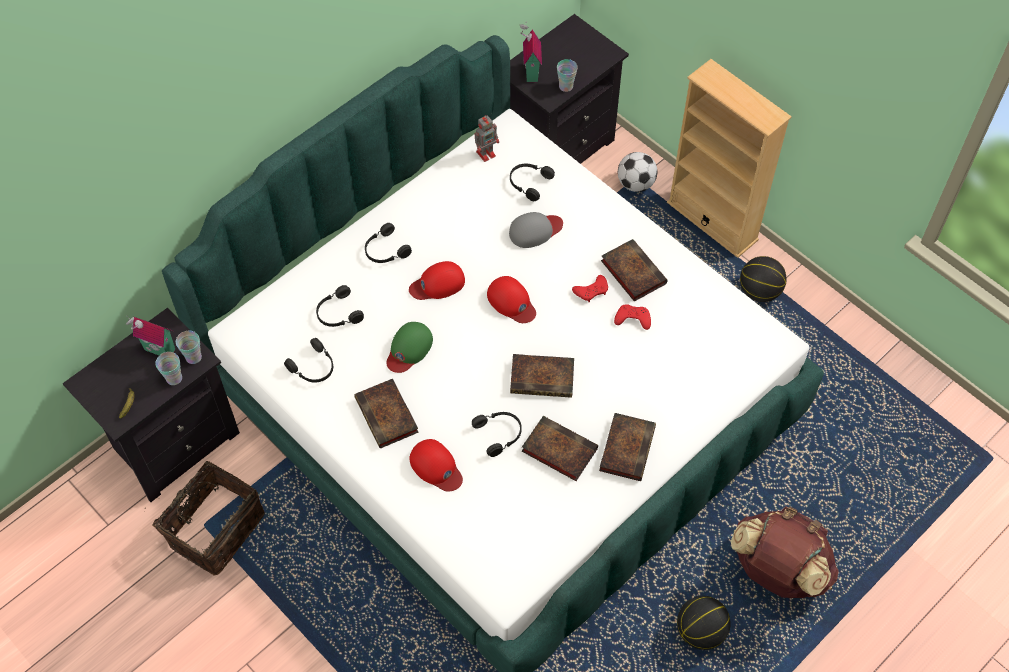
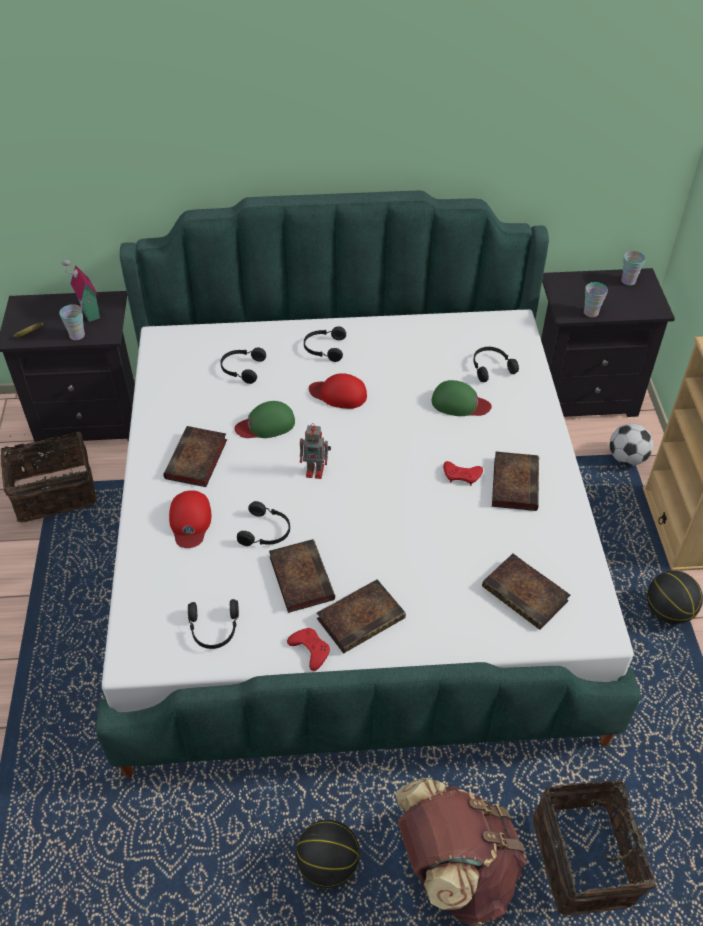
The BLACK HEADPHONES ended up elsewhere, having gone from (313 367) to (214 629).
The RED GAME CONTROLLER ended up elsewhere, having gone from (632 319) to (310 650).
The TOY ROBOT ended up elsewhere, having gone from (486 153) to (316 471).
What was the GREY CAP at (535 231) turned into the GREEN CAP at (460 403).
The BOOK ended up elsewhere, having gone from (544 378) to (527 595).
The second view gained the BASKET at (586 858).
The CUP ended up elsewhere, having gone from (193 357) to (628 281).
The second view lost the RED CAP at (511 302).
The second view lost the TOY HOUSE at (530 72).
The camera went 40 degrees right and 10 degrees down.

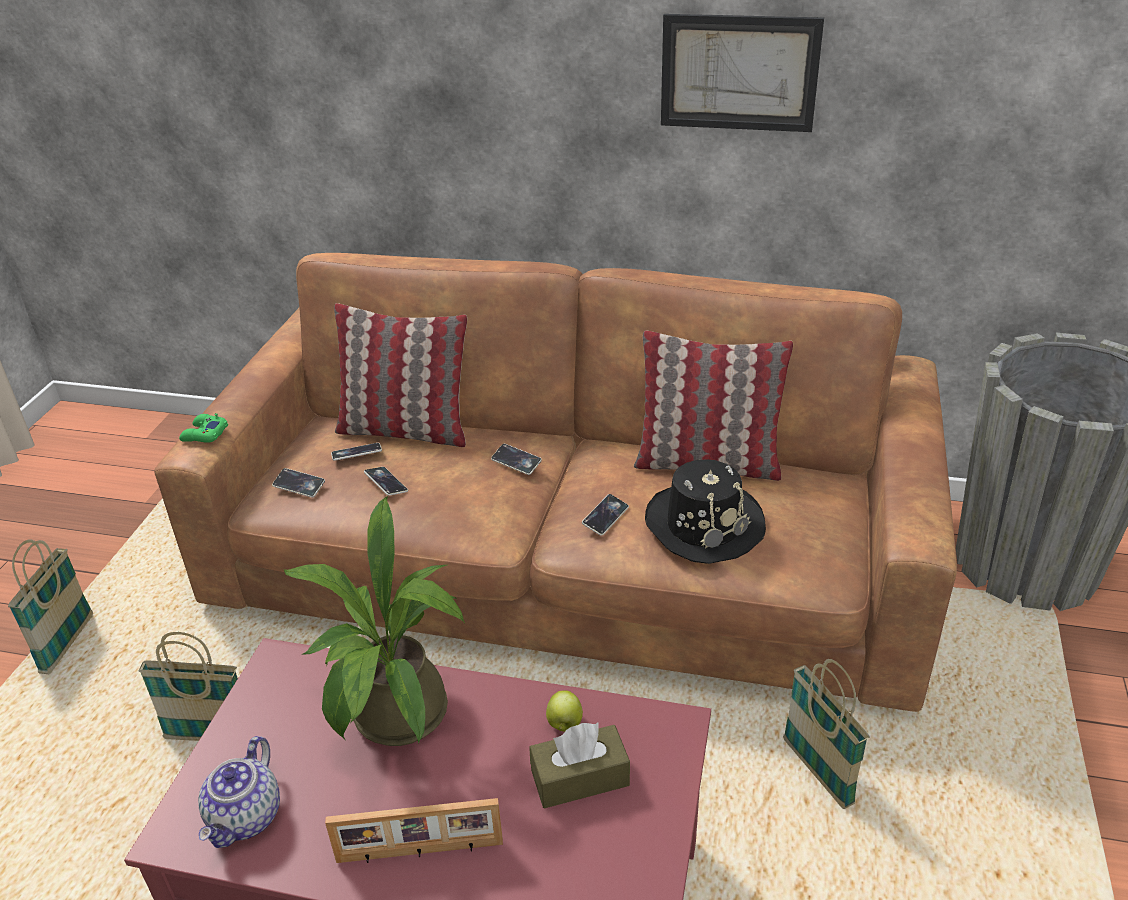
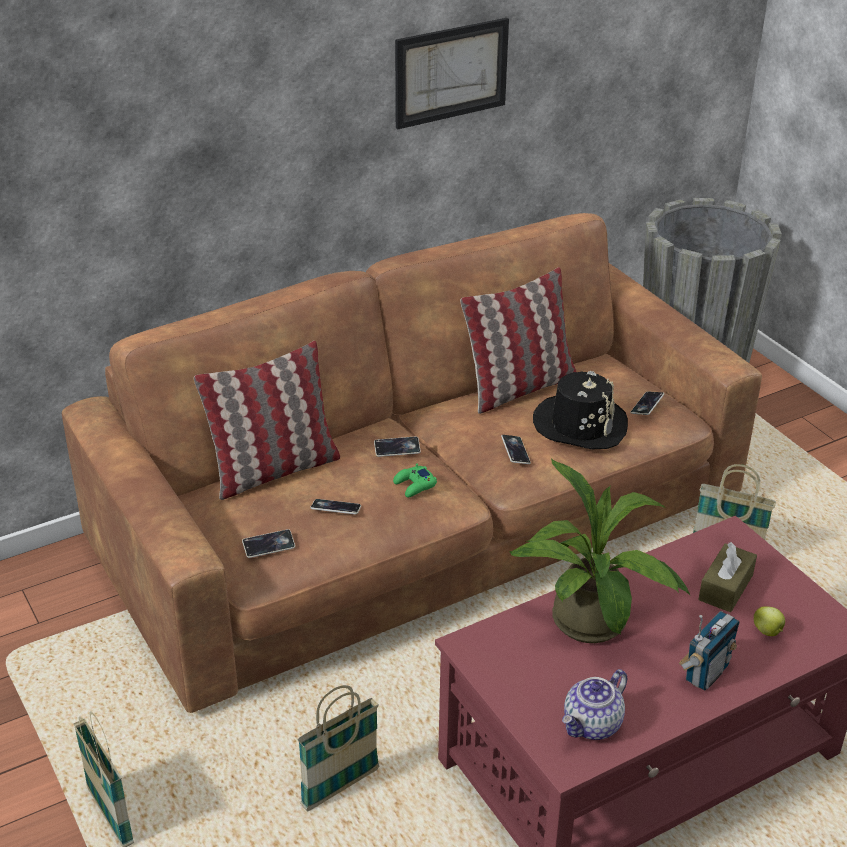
The GREEN GAME CONTROLLER ended up elsewhere, having gone from (204 434) to (414 485).
The TEAPOT at (246 817) ended up facing another way, 75 degrees clockwise from before.
The PHONE ended up elsewhere, having gone from (357 454) to (647 405).
Where the PICTURE FRAME stood at (420 853), the RADIO came to stand at (705 673).
The APPLE ended up elsewhere, having gone from (564 724) to (768 632).
The camera went 45 degrees left and 0 degrees up.

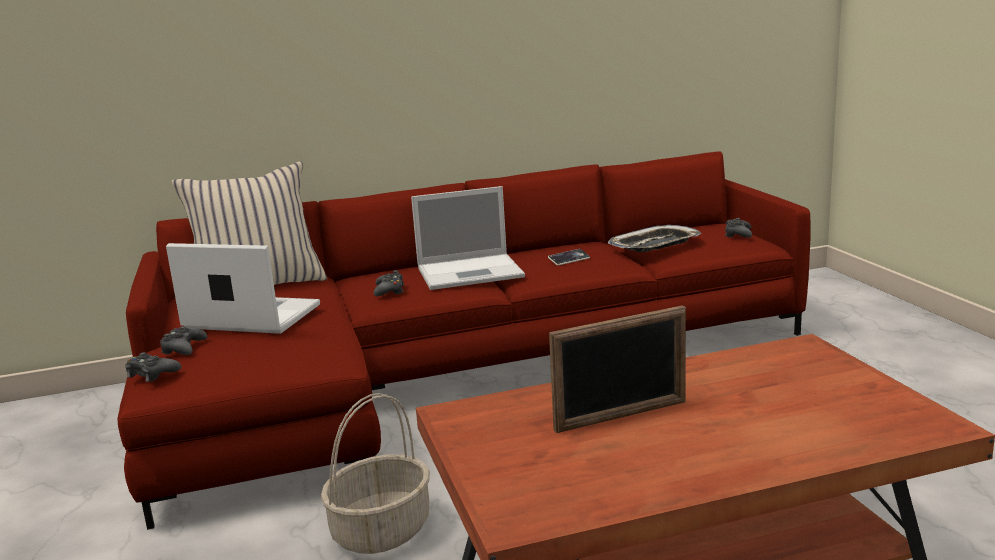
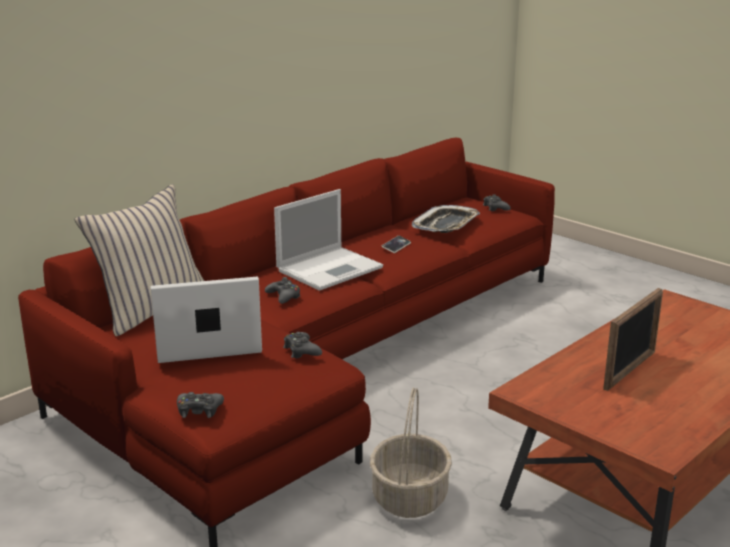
The BLACK GAME CONTROLLER ended up elsewhere, having gone from (183 348) to (301 351).
The camera went 30 degrees left and 5 degrees up.

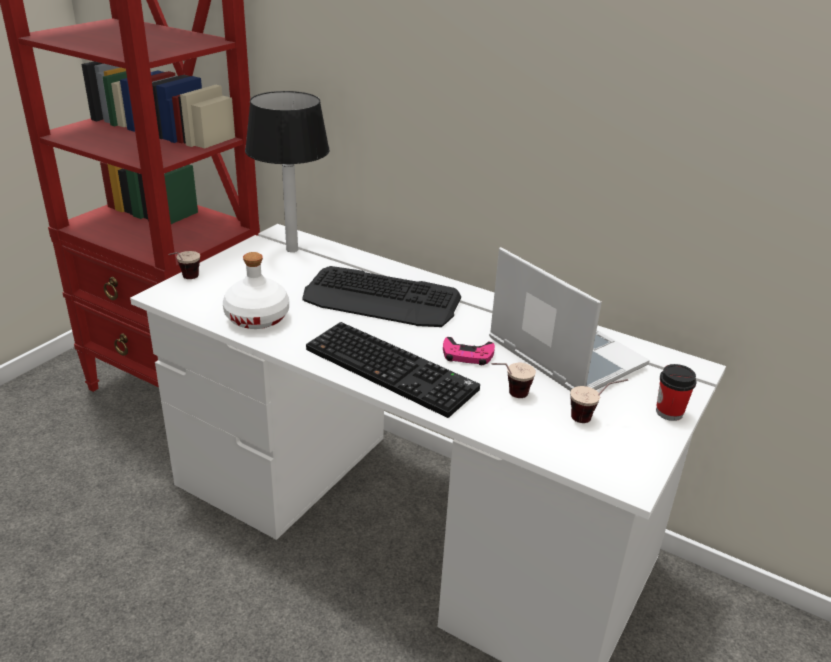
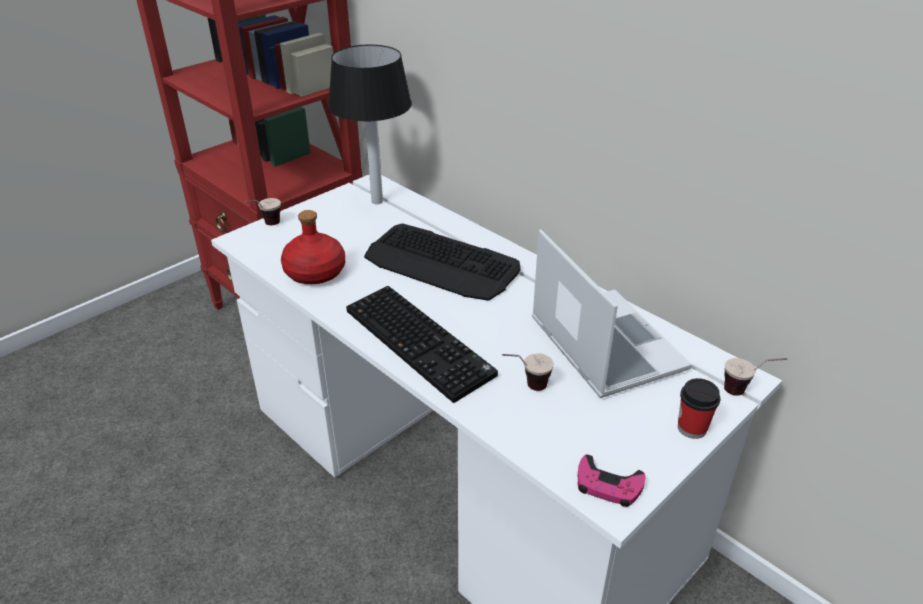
What was the WHITE BOTTLE at (257 317) turned into the RED BOTTLE at (315 272).
The PINK GAME CONTROLLER ended up elsewhere, having gone from (467 355) to (608 485).
The CUP ended up elsewhere, having gone from (592 418) to (746 391).
The camera went 15 degrees right and 5 degrees up.

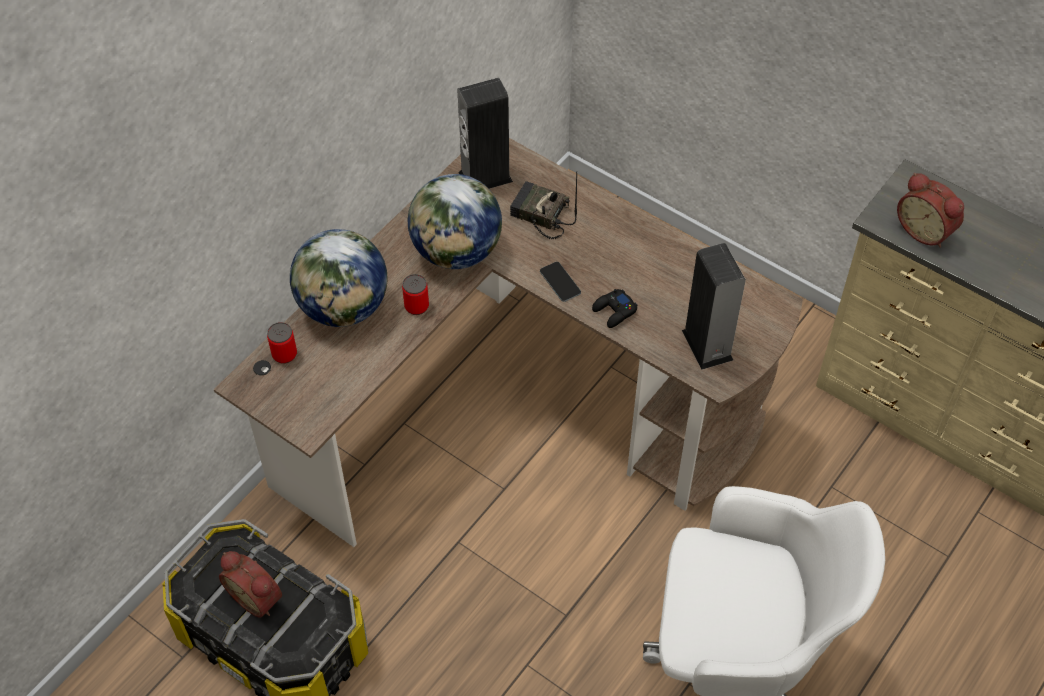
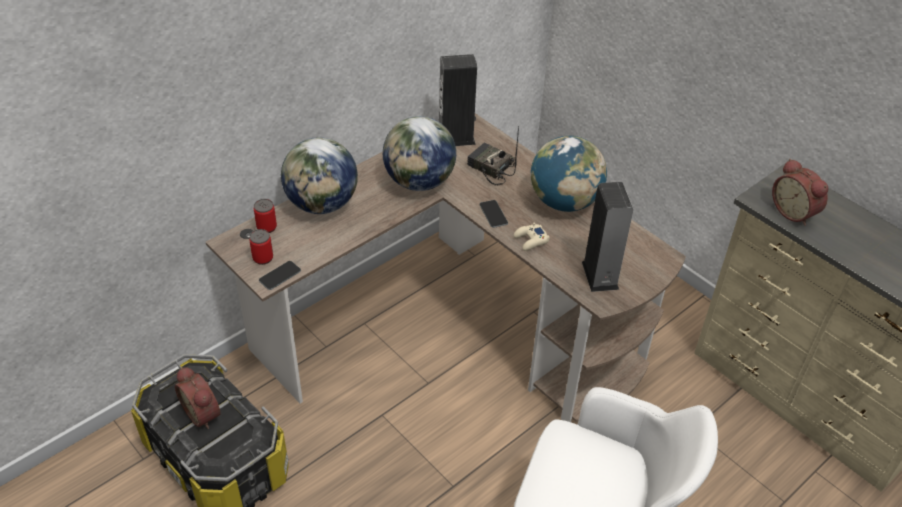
The CAN ended up elsewhere, having gone from (416 306) to (263 258).
The second view gained the PHONE at (280 275).
What was the BLACK GAME CONTROLLER at (614 311) turned into the BEIGE GAME CONTROLLER at (531 240).
The second view gained the GLOBE at (564 202).
The camera went 10 degrees right and 10 degrees down.

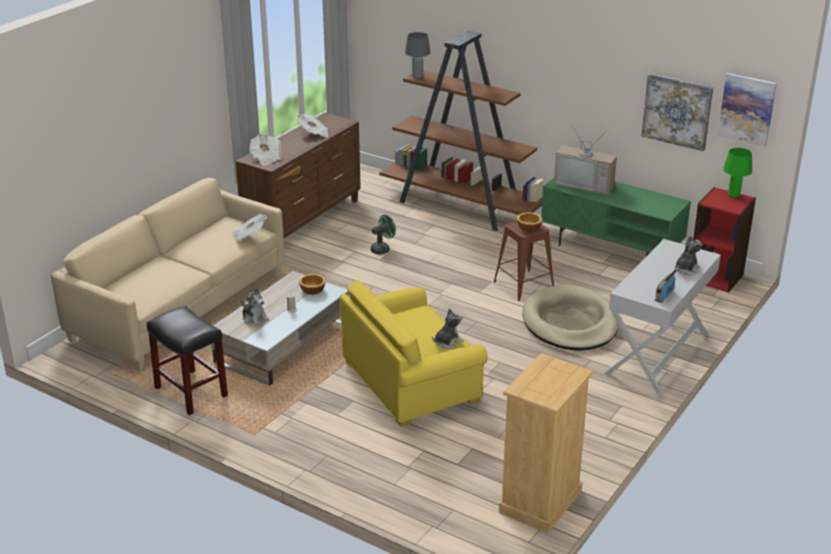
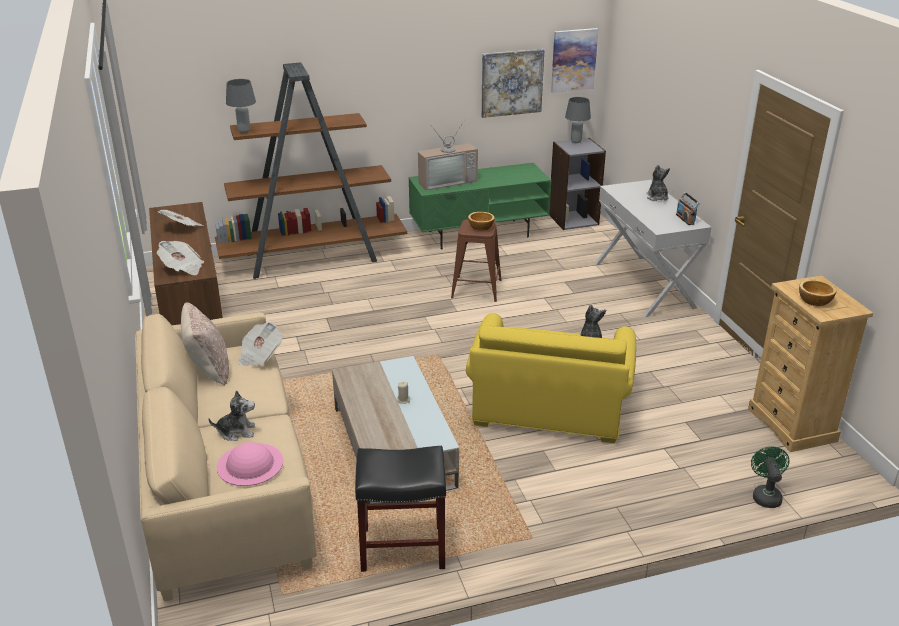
The second view gained the BEIGE PILLOW at (208 370).
The PLUSH TOY ended up elsewhere, having gone from (254 318) to (236 432).
The second view gained the PINK HAT at (250 464).
What was the RED BOOKCASE at (716 277) turned into the GREY BOOKCASE at (573 219).
What was the GREEN TABLE LAMP at (733 195) turned into the GREY TABLE LAMP at (576 142).
The GREEN FAN ended up elsewhere, having gone from (382 249) to (765 495).
The BOWL ended up elsewhere, having gone from (312 290) to (814 301).
The second view lost the BEIGE DOG BED at (570 323).
The camera went 50 degrees left and 0 degrees up.

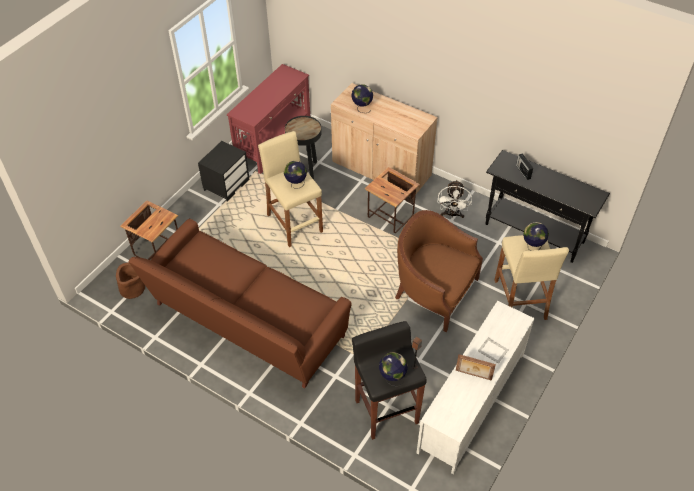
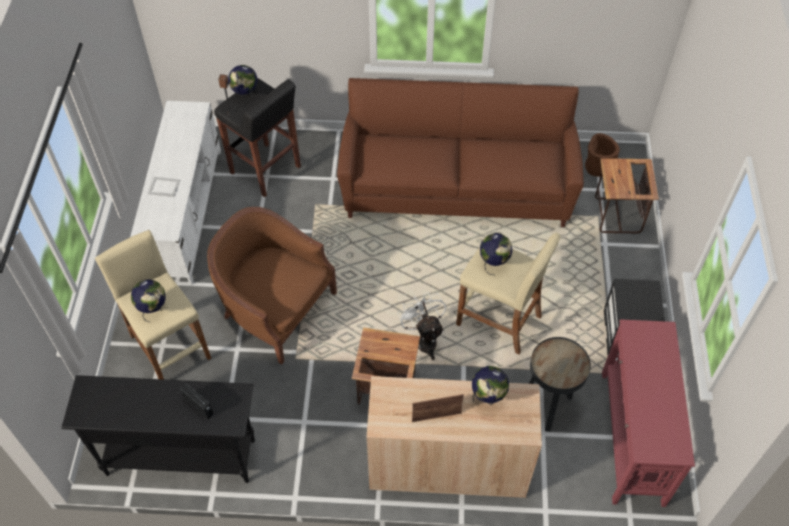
The BROWN ARMCHAIR at (434 292) ended up facing another way, 150 degrees counterclockwise from before.
The WHITE FAN ended up elsewhere, having gone from (452 214) to (424 339).
The PICTURE FRAME ended up elsewhere, having gone from (473 375) to (436 416).
The camera went 150 degrees right and 5 degrees up.

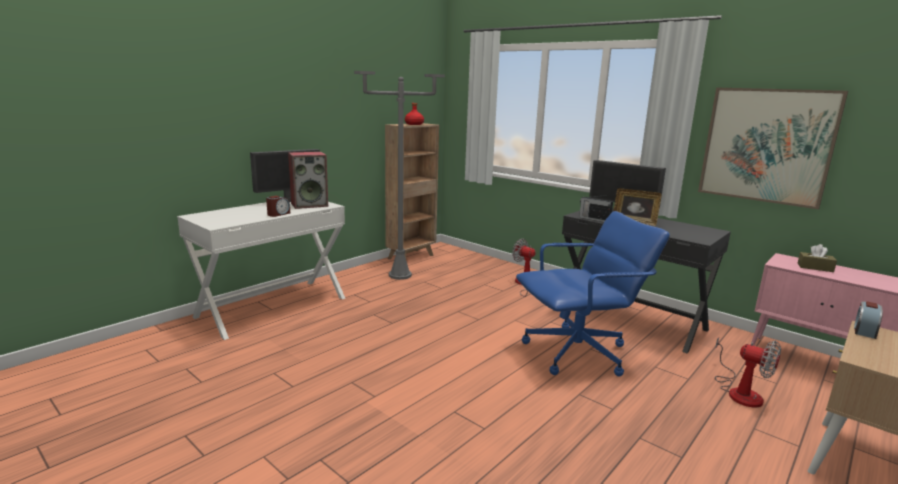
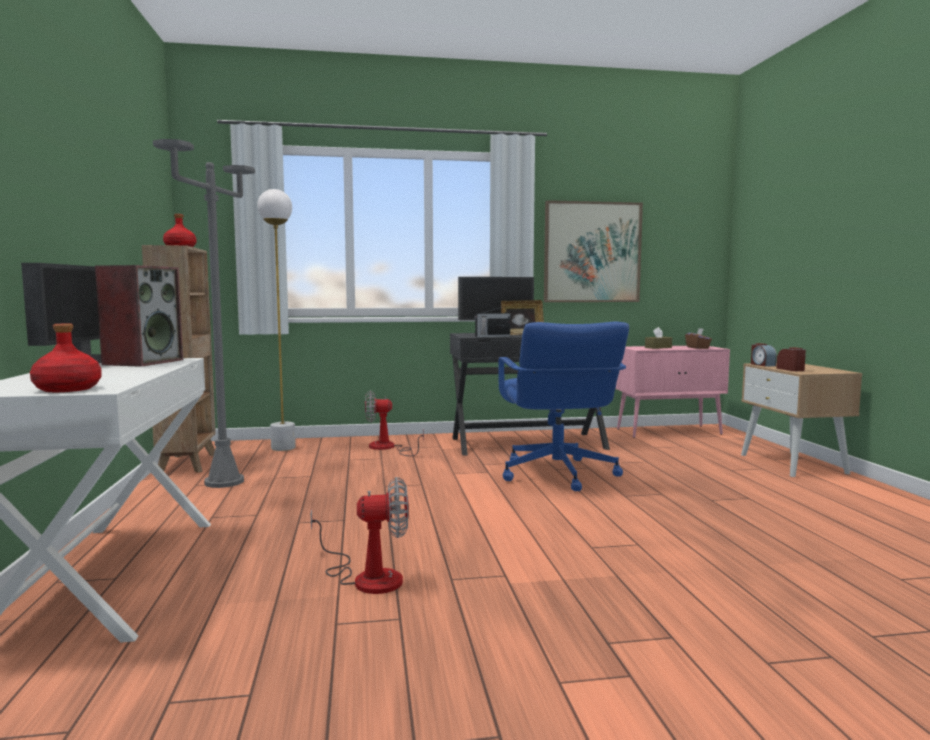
The second view gained the RED BOTTLE at (68 389).
The second view gained the WHITE FLOOR LAMP at (283 448).
The FAN ended up elsewhere, having gone from (740 391) to (367 577).
The BLUE OFFICE CHAIR at (578 353) ended up facing another way, 150 degrees clockwise from before.
The second view gained the BROWN TISSUE BOX at (698 348).
The ALARM CLOCK ended up elsewhere, having gone from (278 214) to (791 369).
The camera went 50 degrees left and 10 degrees down.

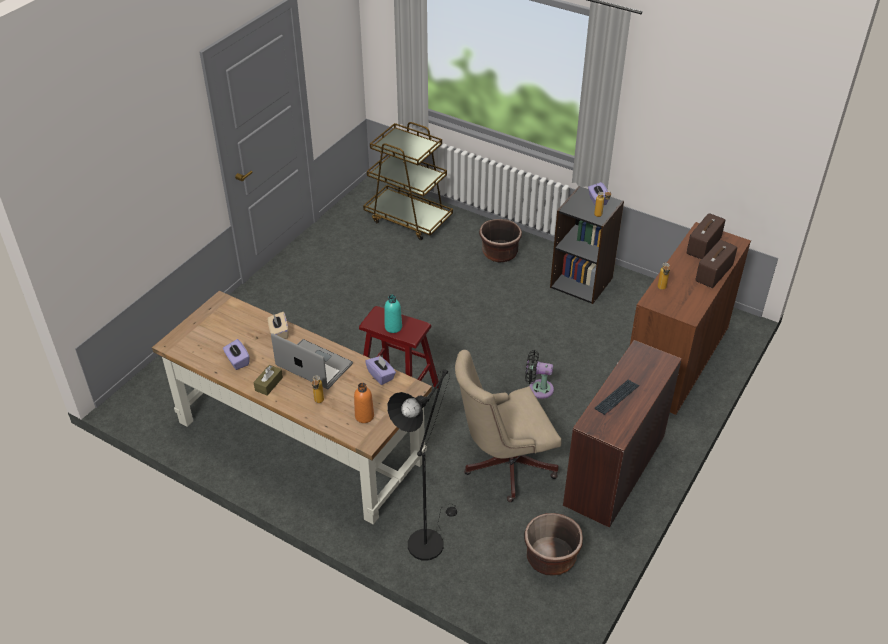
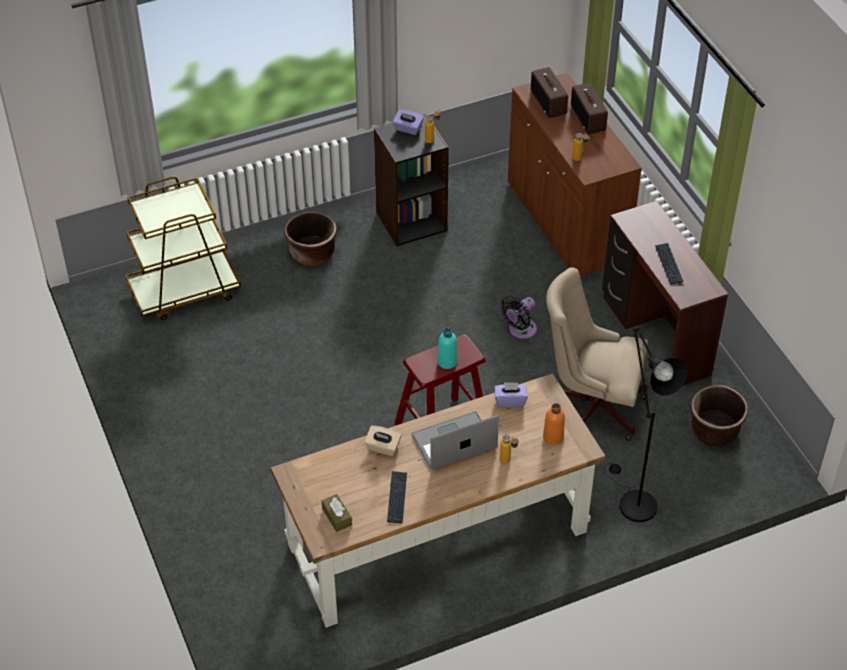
The BROWN TISSUE BOX ended up elsewhere, having gone from (269 384) to (337 517).
Where the PURPLE TISSUE BOX stood at (237 361), the KEYBOARD came to stand at (397 497).
The BEIGE OFFICE CHAIR at (503 465) ended up facing another way, 90 degrees clockwise from before.
The camera went 55 degrees left and 5 degrees up.

